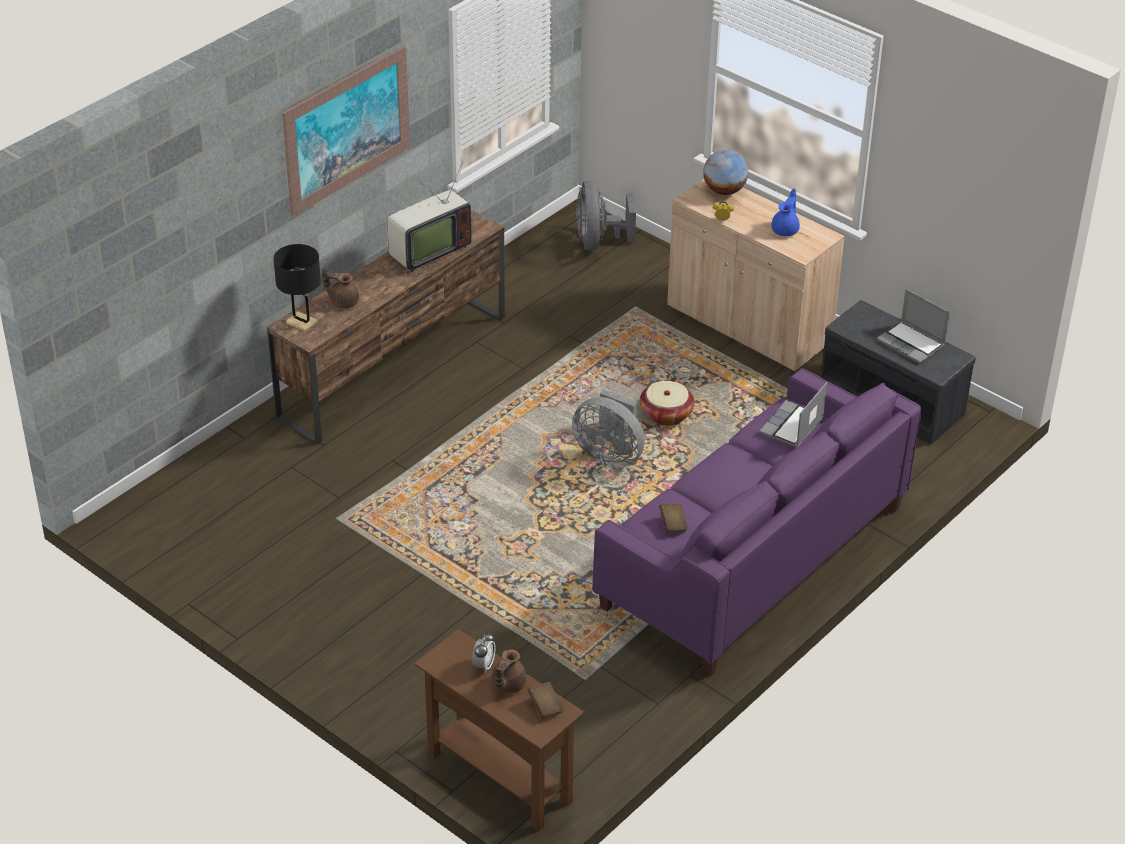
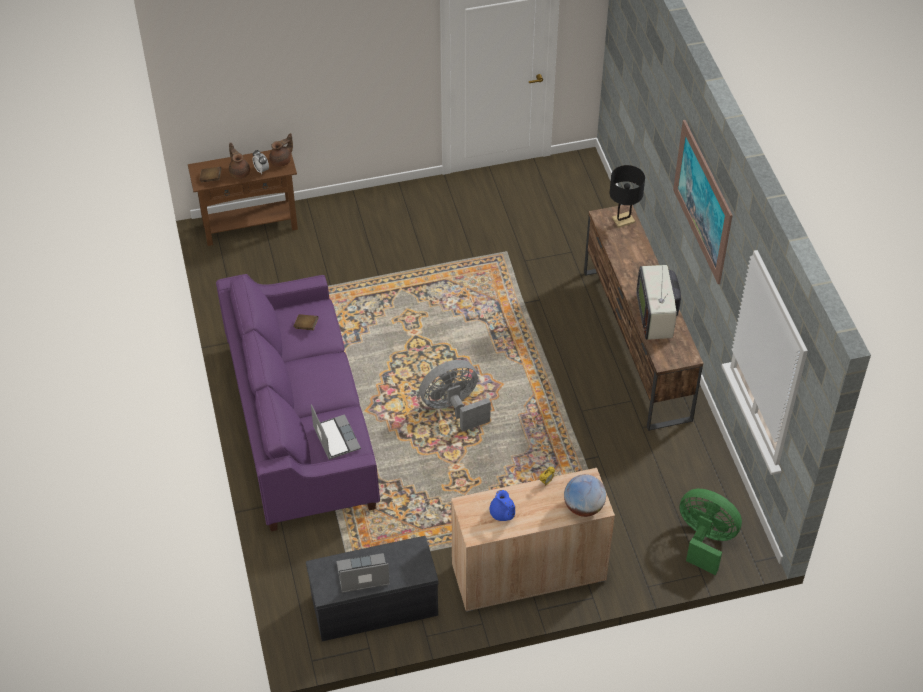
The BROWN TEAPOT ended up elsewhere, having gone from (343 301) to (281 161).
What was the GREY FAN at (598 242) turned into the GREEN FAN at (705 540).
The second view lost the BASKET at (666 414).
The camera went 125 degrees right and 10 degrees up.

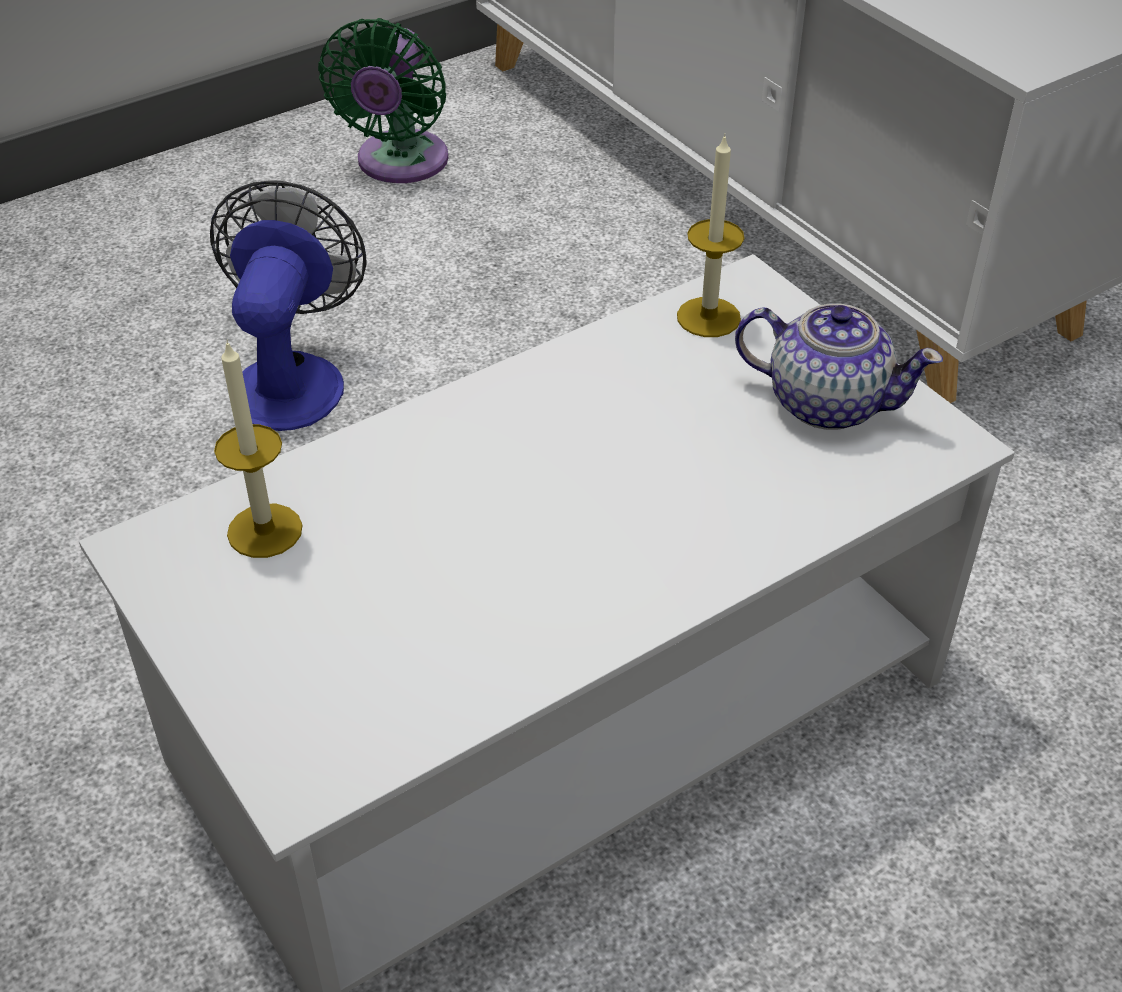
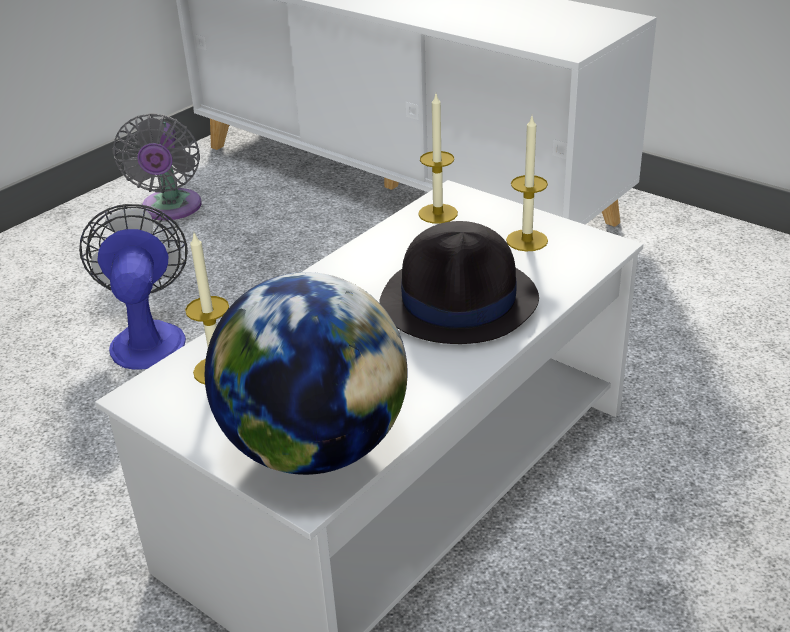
What was the GREEN FAN at (399 164) turned into the GREY FAN at (170 209).
The second view gained the GLOBE at (315 448).
The second view gained the BLACK HAT at (460 301).
Where the TEAPOT stood at (826 402), the CANDLE came to stand at (527 240).
The camera went 15 degrees left and 10 degrees down.

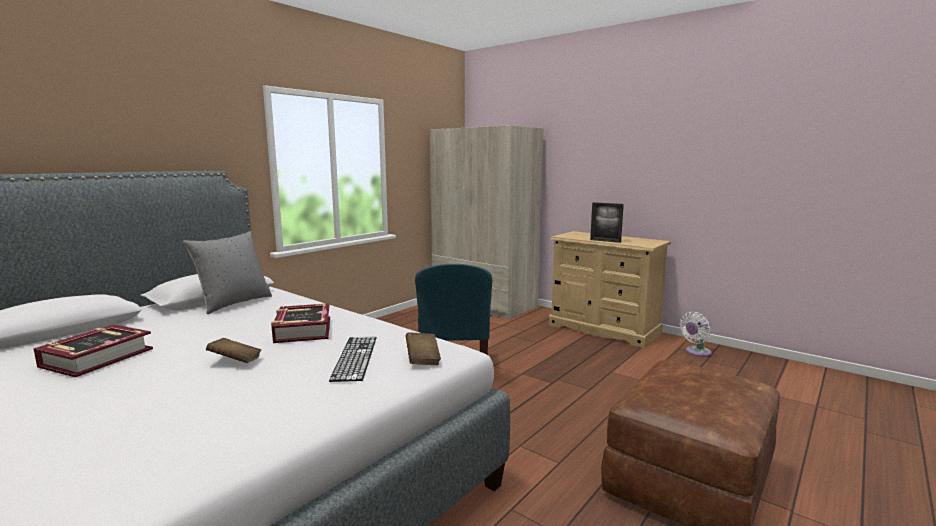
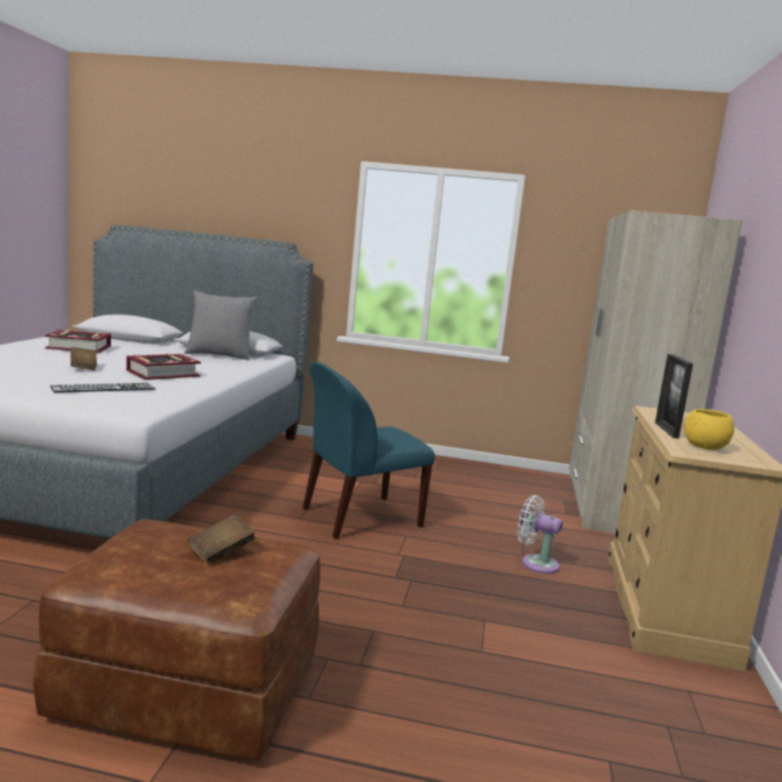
The BROWN BOOK ended up elsewhere, having gone from (423 359) to (221 552).
The WHITE FAN ended up elsewhere, having gone from (696 352) to (536 563).
The second view gained the YELLOW BOWL at (705 447).
The camera went 60 degrees right and 0 degrees up.

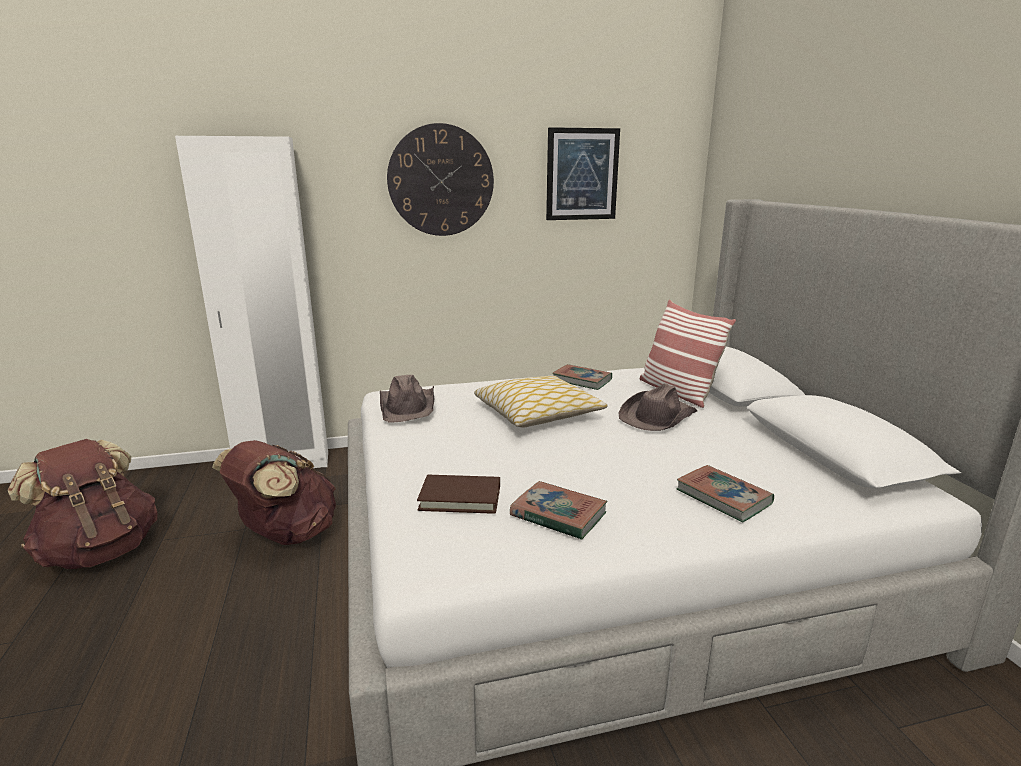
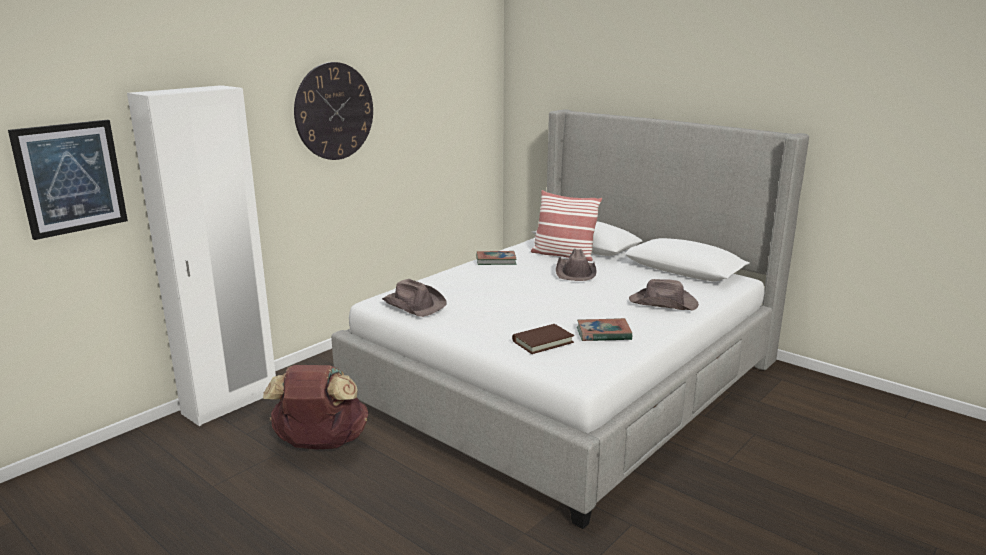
The PICTURE ended up elsewhere, having gone from (582 174) to (70 178).
Where the BOOK stood at (723 497), the BROWN HAT came to stand at (664 303).
The second view lost the BROWN BACKPACK at (100 551).
The second view lost the PILLOW at (538 414).
The camera went 35 degrees left and 0 degrees up.

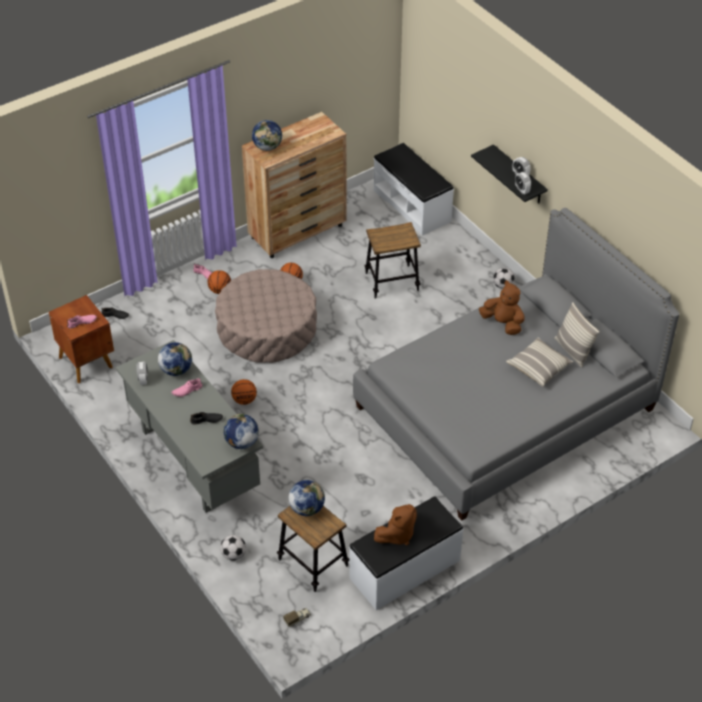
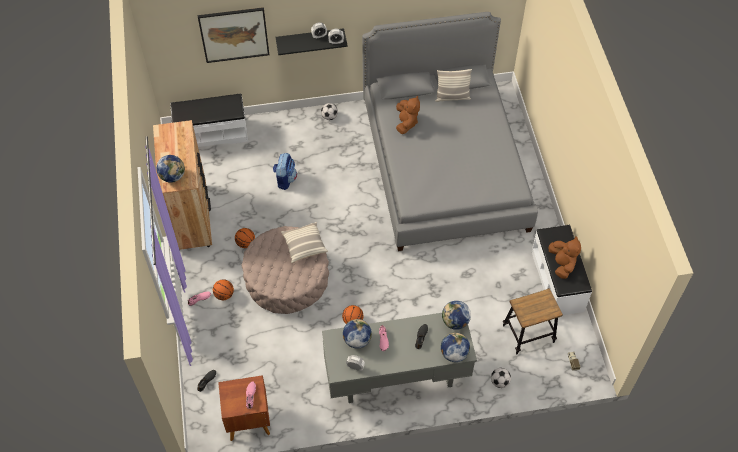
The second view gained the PICTURE at (234 34).
Where the STOOL stood at (392 282), the BACKPACK came to stand at (285 179).
The PILLOW ended up elsewhere, having gone from (539 367) to (304 245).
The BROWN PLUSH TOY at (503 323) ended up facing another way, 120 degrees clockwise from before.
The GLOBE ended up elsewhere, having gone from (307 508) to (454 353).
The camera went 65 degrees left and 10 degrees up.

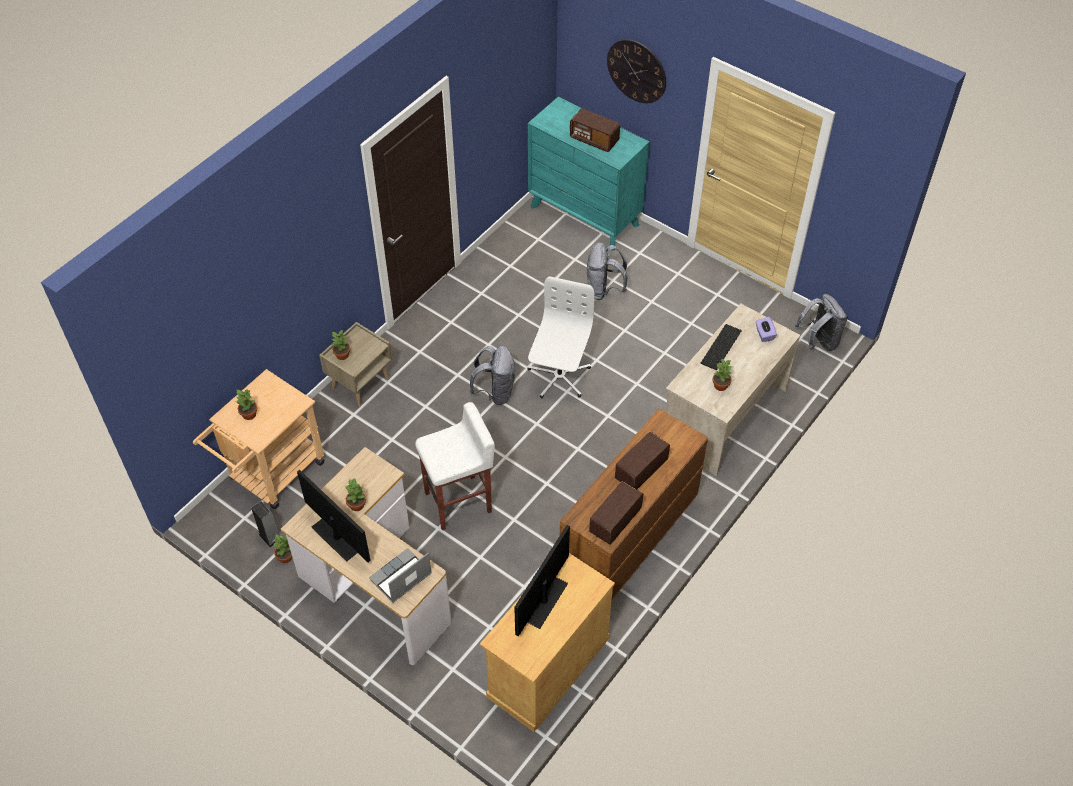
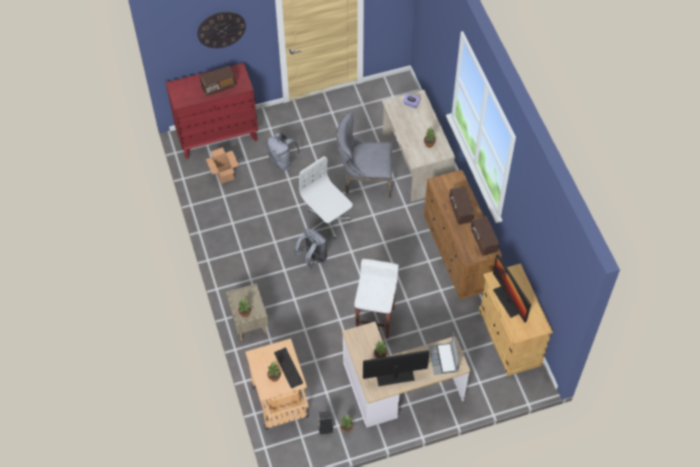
What was the TURQUOISE DRESSER at (584 215) turned into the RED DRESSER at (217 136).
The second view gained the CARDBOARD BOX at (224 174).
The KEYBOARD ended up elsewhere, having gone from (721 348) to (289 368).
The second view gained the GREY CHAIR at (364 180).
The second view lost the GREY BACKPACK at (818 341).
The camera went 55 degrees left and 5 degrees up.

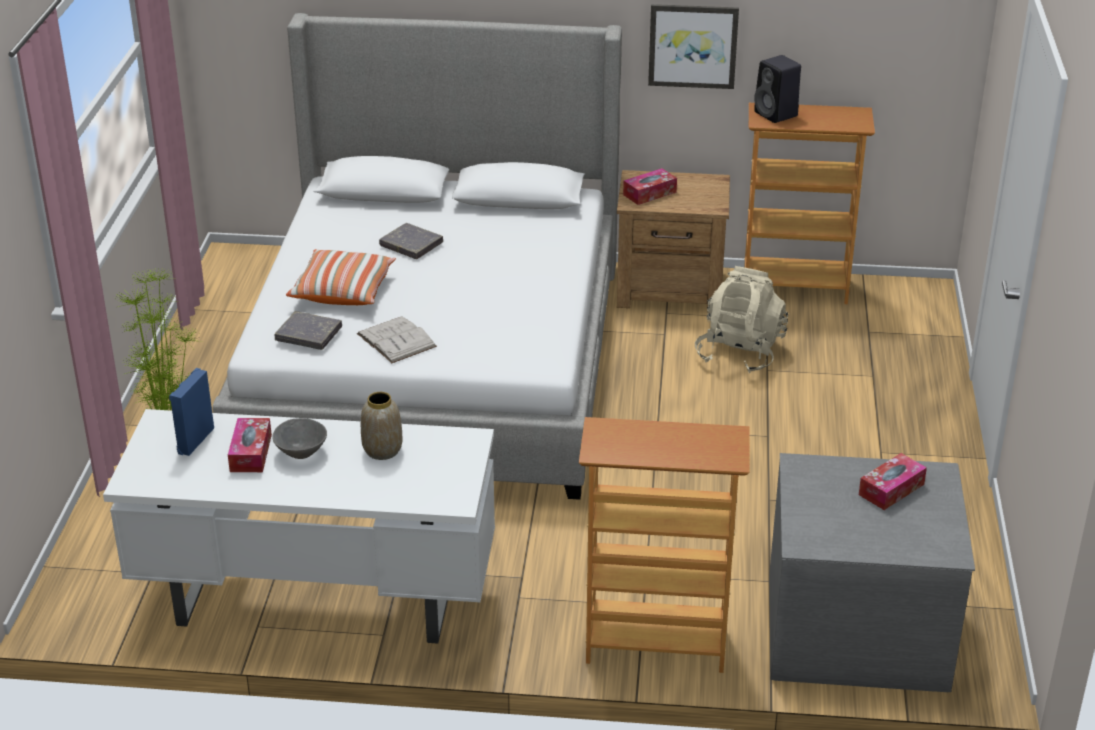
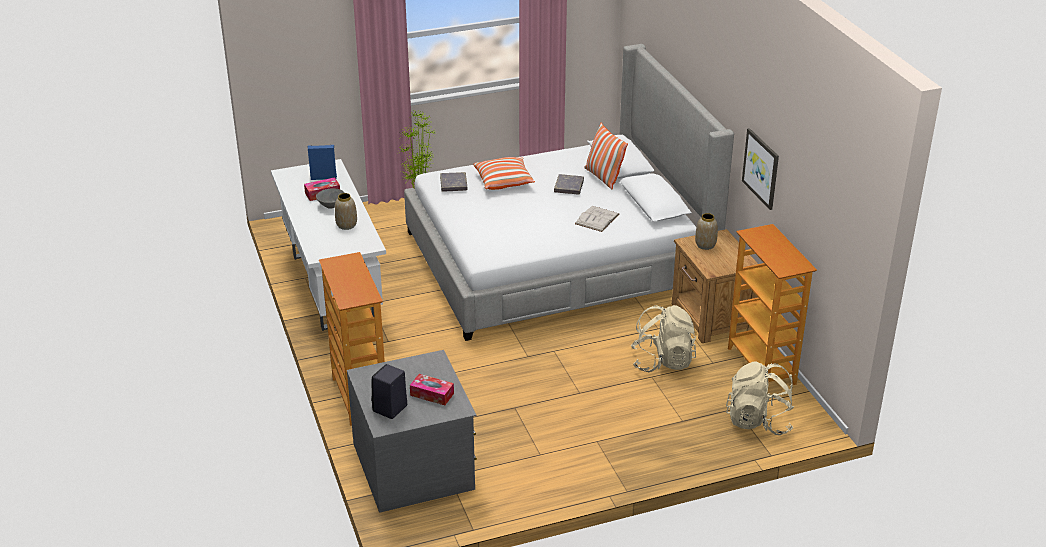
The BLACK SPEAKER ended up elsewhere, having gone from (777 114) to (389 409).
The WHITE BOOK ended up elsewhere, having gone from (396 340) to (597 219).
The second view gained the PILLOW at (603 177).
Where the TISSUE BOX stood at (649 193), the VASE came to stand at (705 245).
The second view gained the BEIGE BACKPACK at (758 421).
The camera went 65 degrees right and 0 degrees up.

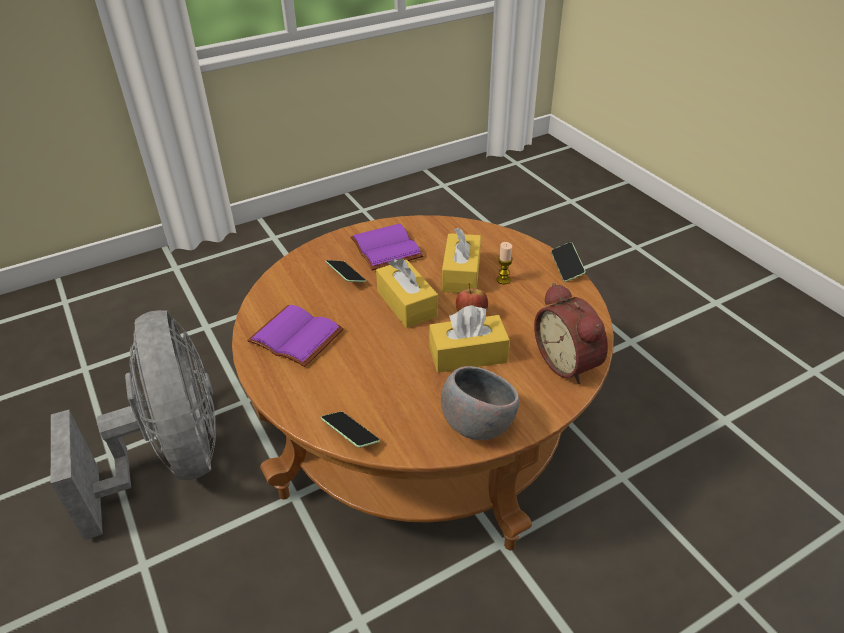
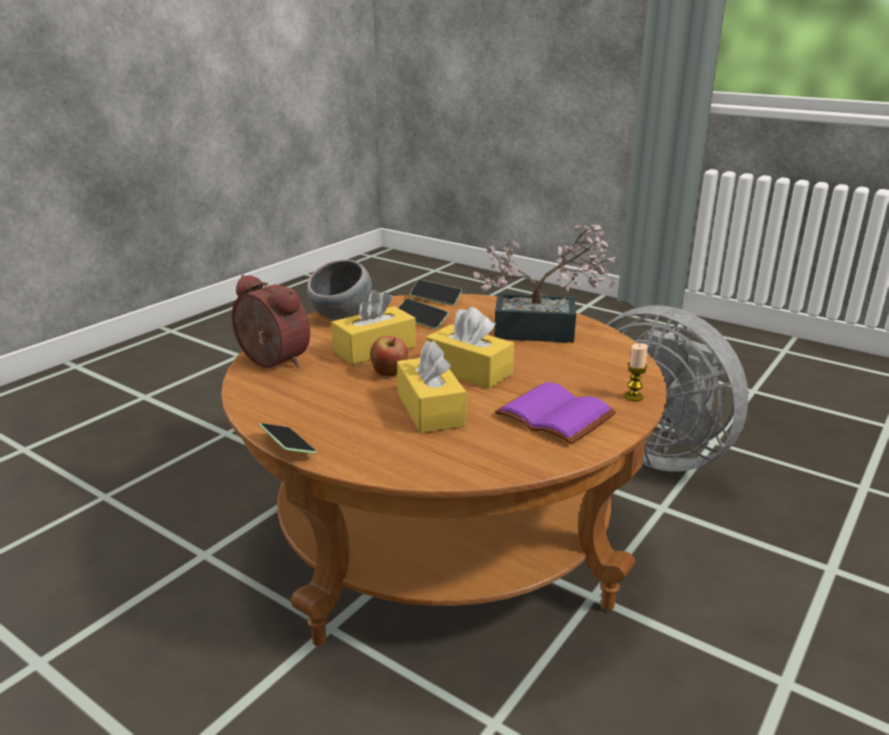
The PHONE ended up elsewhere, having gone from (346 277) to (421 321).
Where the PURPLE BOOK stood at (298 336), the POTTED PLANT came to stand at (545 331).
The CANDLE ended up elsewhere, having gone from (503 280) to (633 397).
The camera went 155 degrees right and 15 degrees down.

